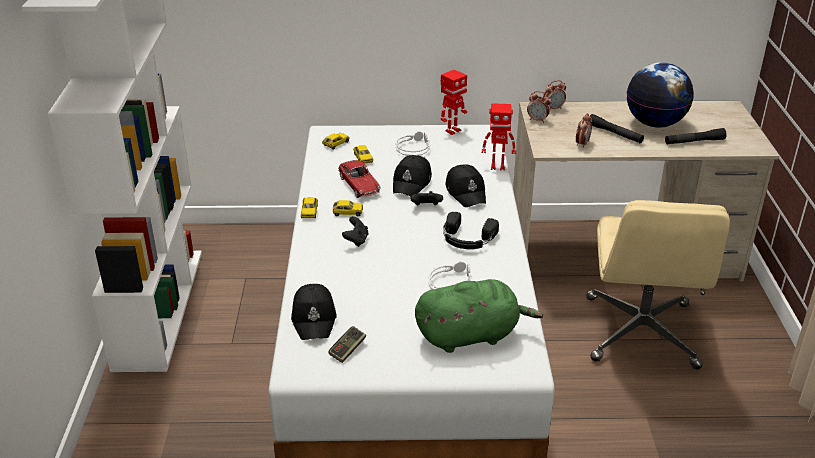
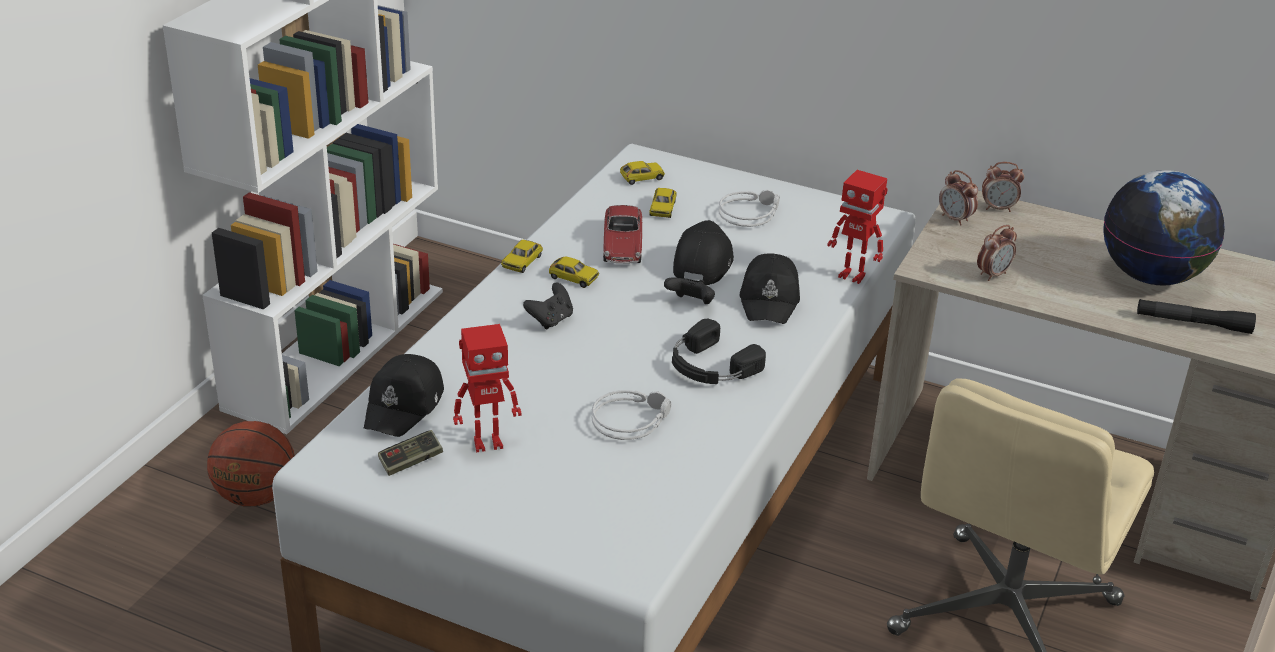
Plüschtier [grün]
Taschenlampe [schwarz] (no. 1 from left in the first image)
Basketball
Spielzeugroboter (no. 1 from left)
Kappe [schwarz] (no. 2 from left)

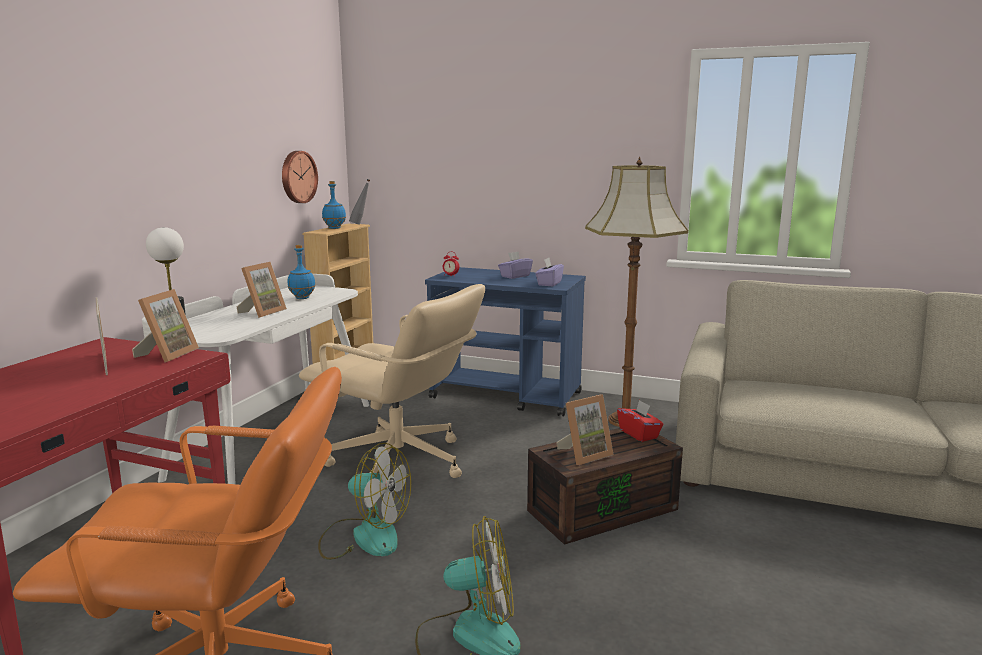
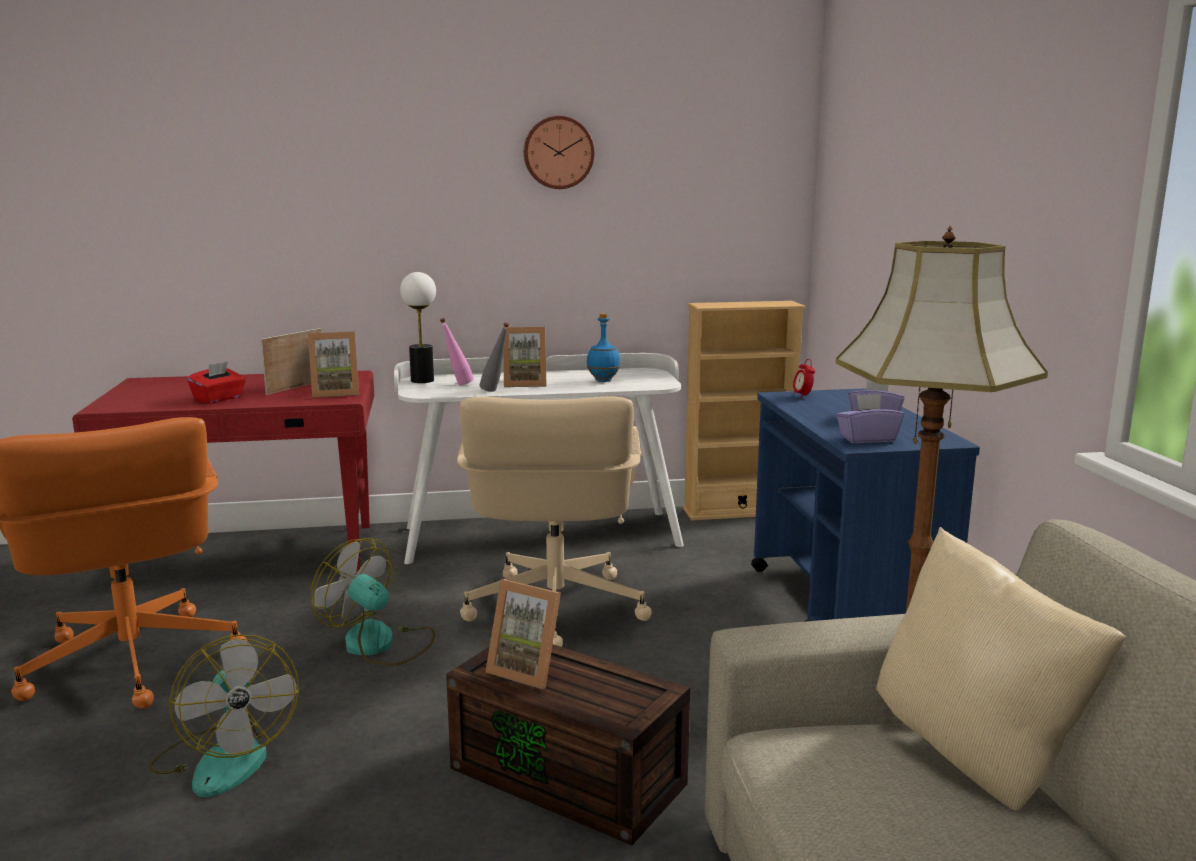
Flasche [blau] (no. 2 from left in the first image)
Flasche [rosa]
Kissen [beige]
Wanduhr
Flasche [grau]
Taschentuchbox [rot]
Ventilator (no. 2 from left)

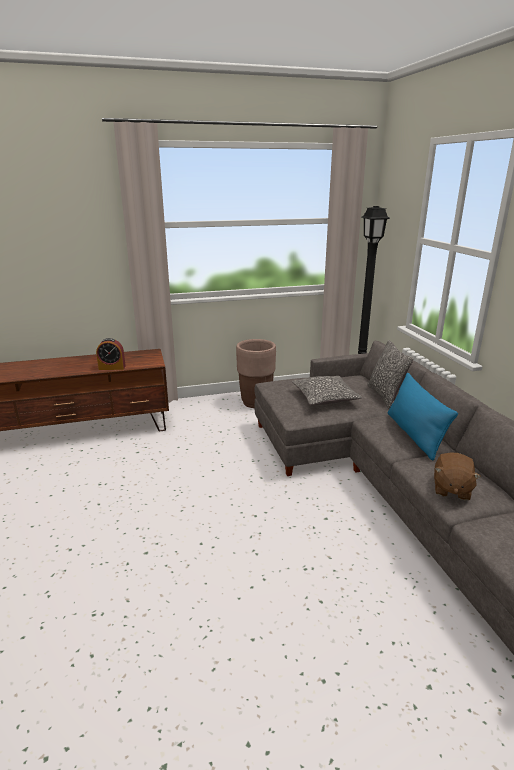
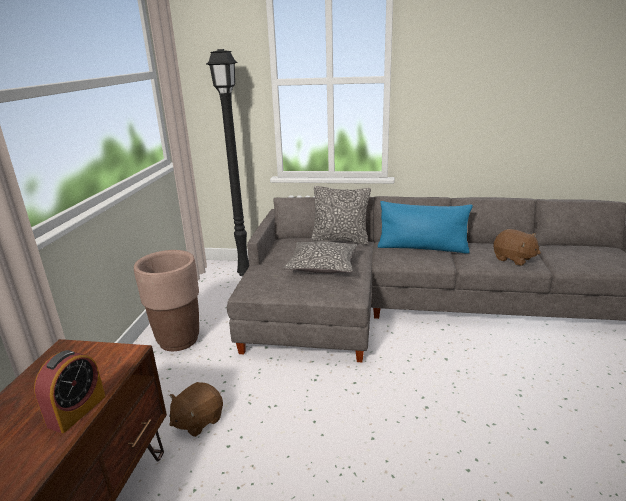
Plüschtier [braun] (no. 1 from left)

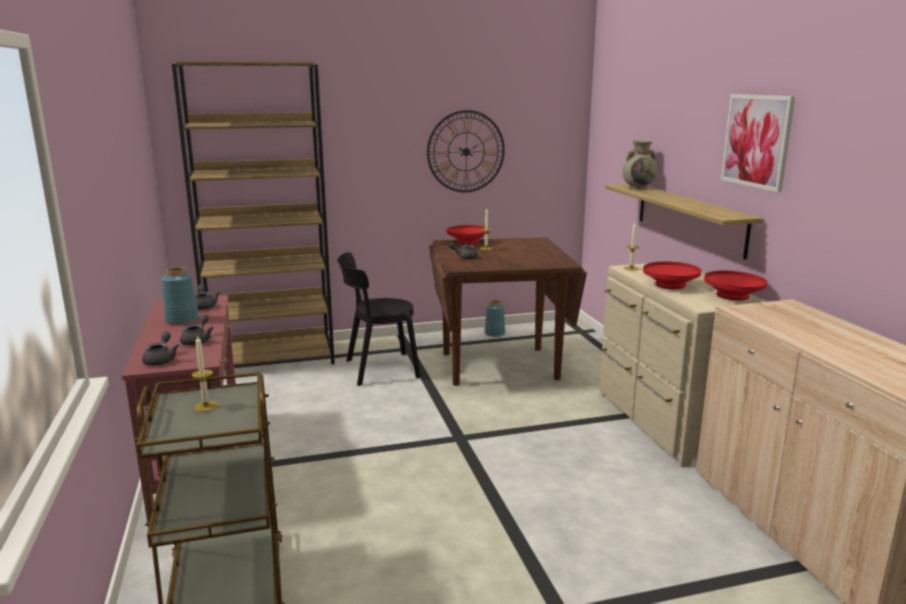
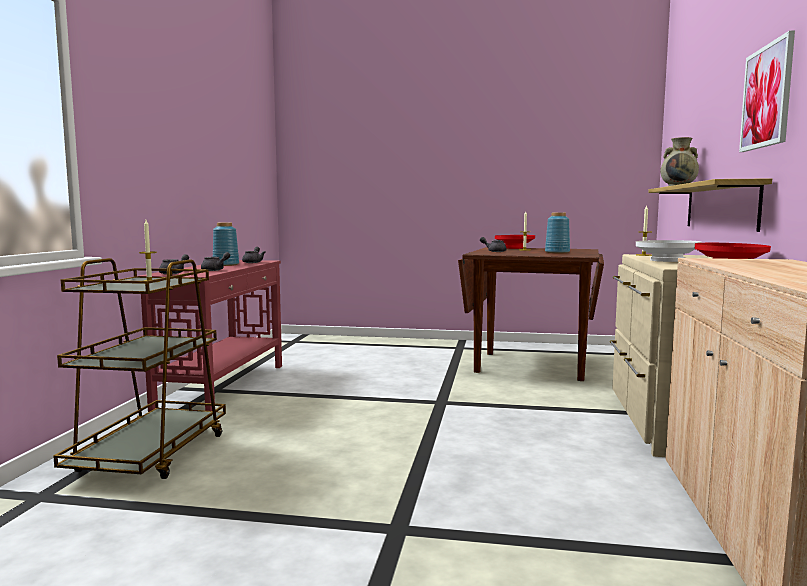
Bücherregal [braun]
Stuhl [schwarz]
Wanduhr
Vase [blau] (no. 2 from left)
Schüssel [weiß]

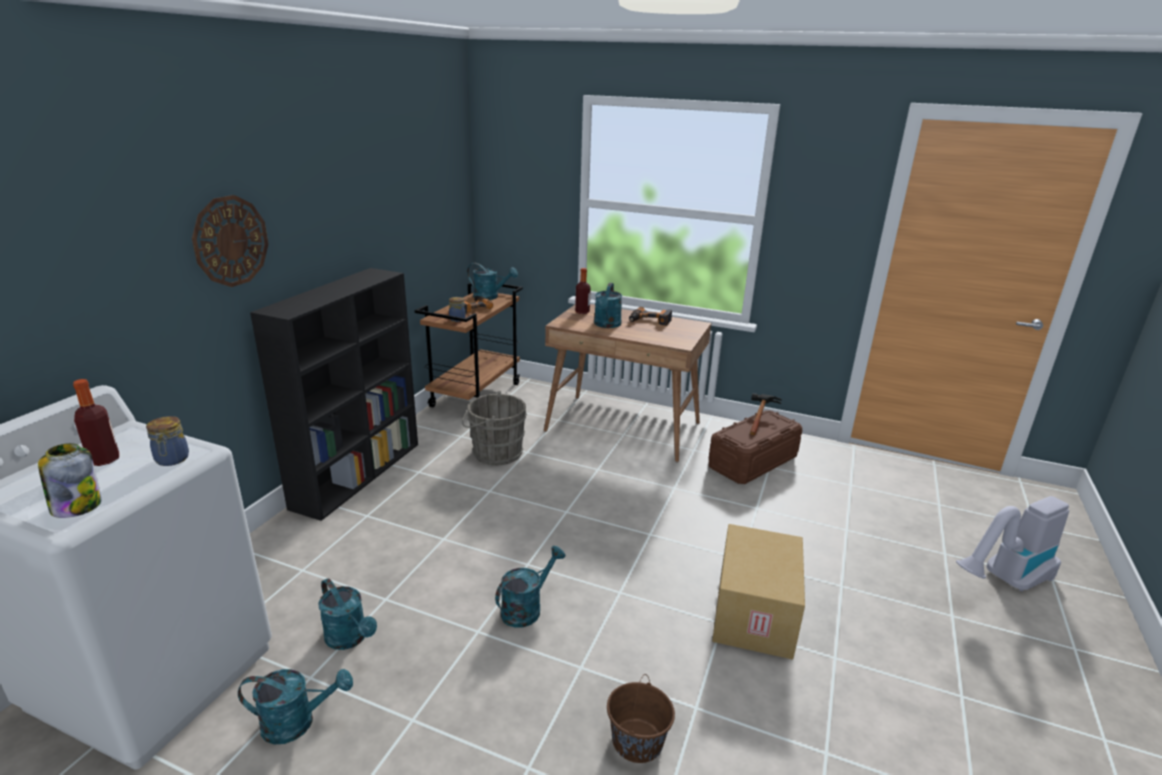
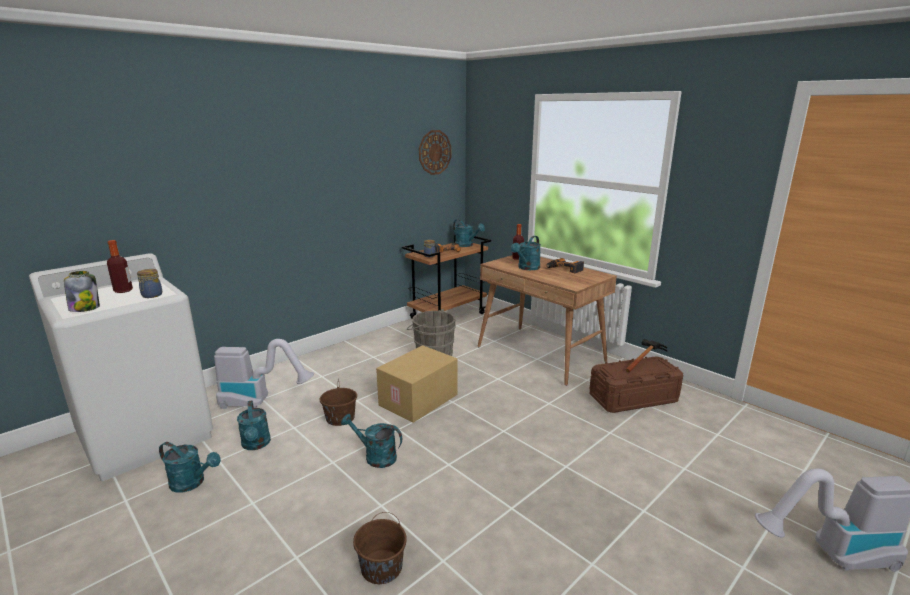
Bücherregal [schwarz]
Staubsauger (no. 1 from left)
Eimer [braun] (no. 1 from left)
Wanduhr
Karton
Gießkanne [türkis] (no. 3 from left)

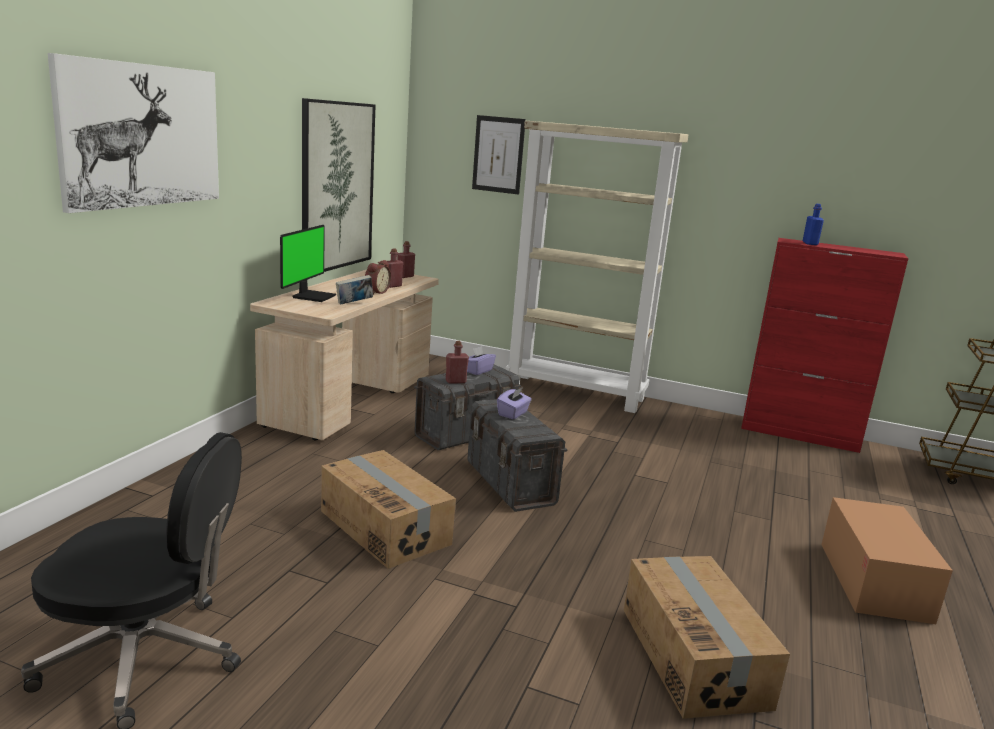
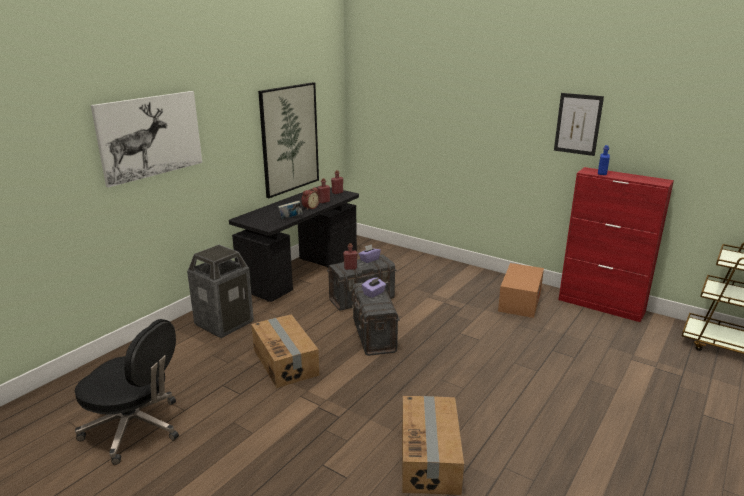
Monitor
Bücherregal [beige]
Mülleimer
Bild (no. 3 from left)
Karton (no. 3 from left)
Schreibtisch [schwarz]

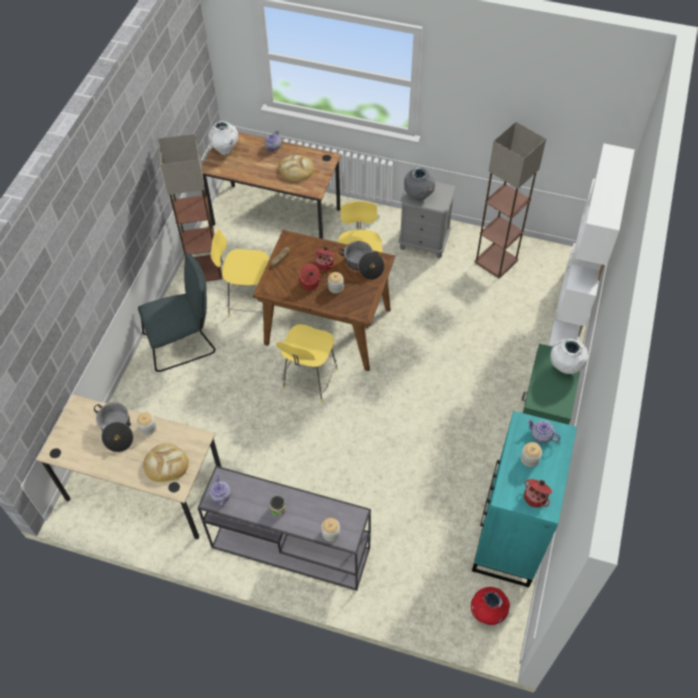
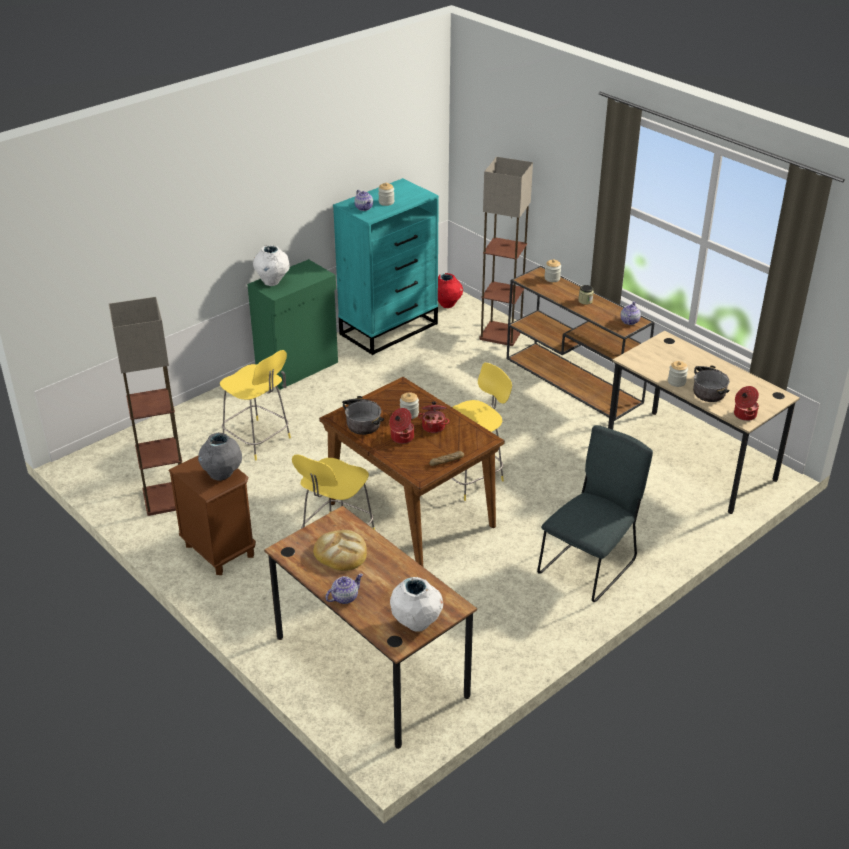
Brot (no. 1 from left in the first image)
Bücherregal [weiß]
Stehlampe (no. 2 from left)
Hocker [gelb] (no. 1 from left)
Kochtopf (no. 5 from left)
Konsolentisch [braun]
Nachttisch [braun]
Stuhl [grau]

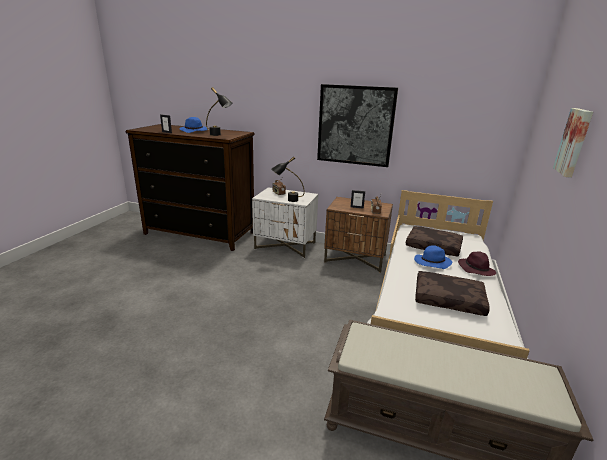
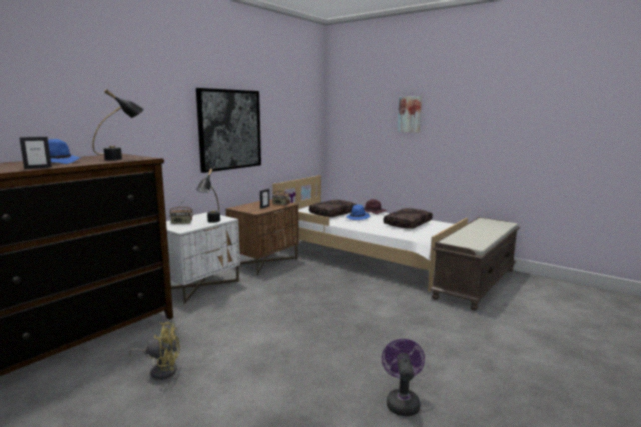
Ventilator [gelb]
Ventilator [lila]

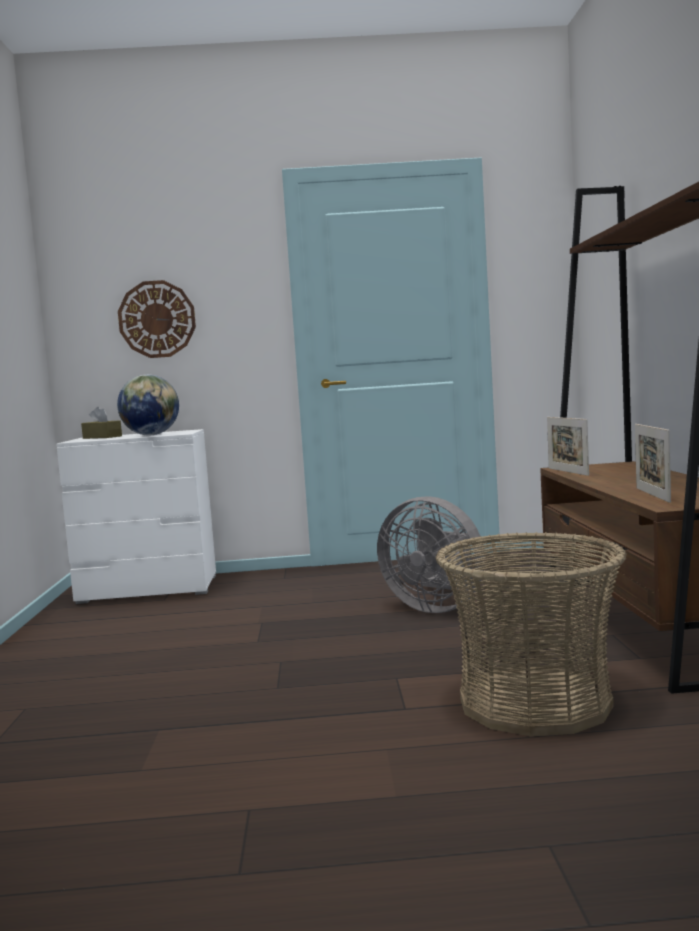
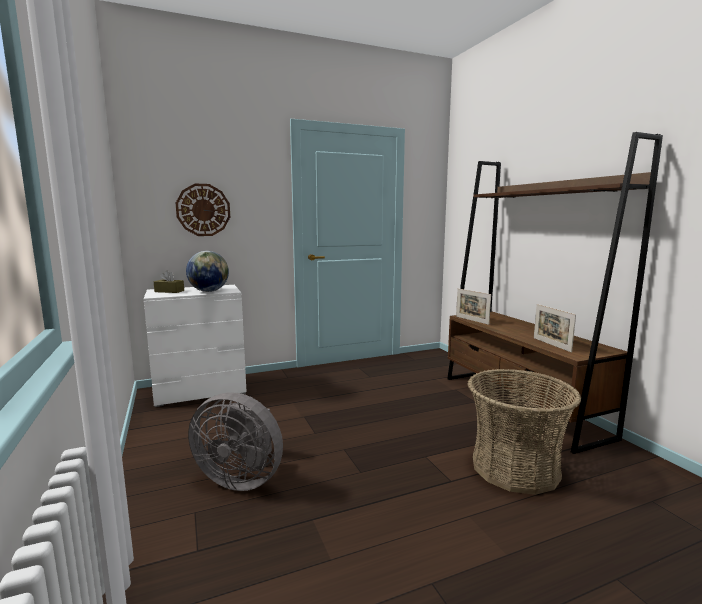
Ventilator [grau]

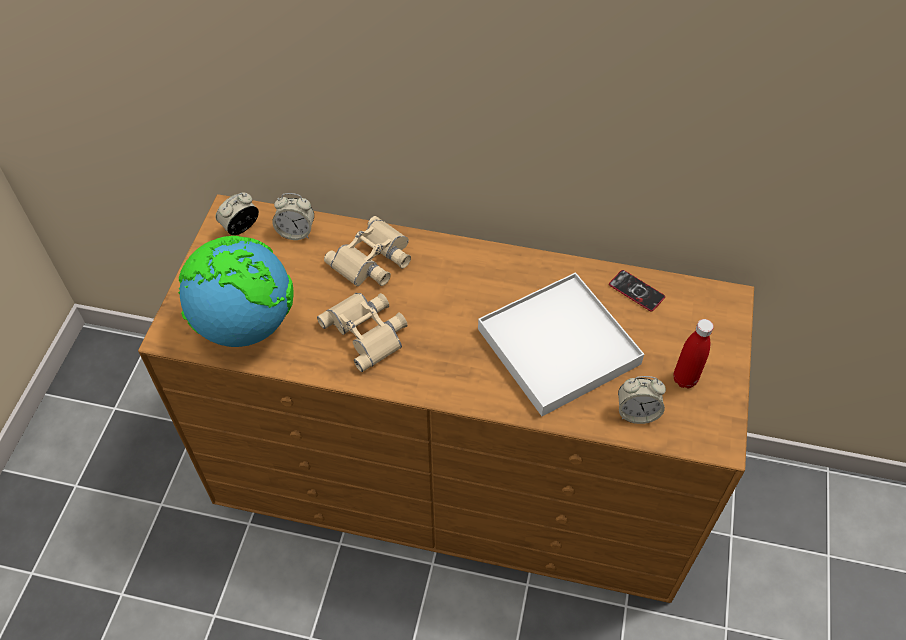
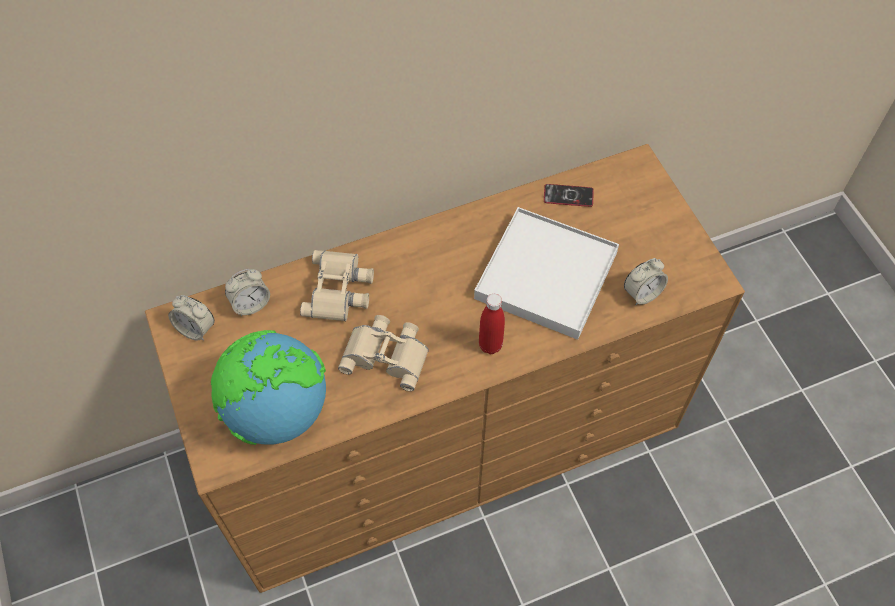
Flasche [rot]
Wecker (no. 1 from left)

